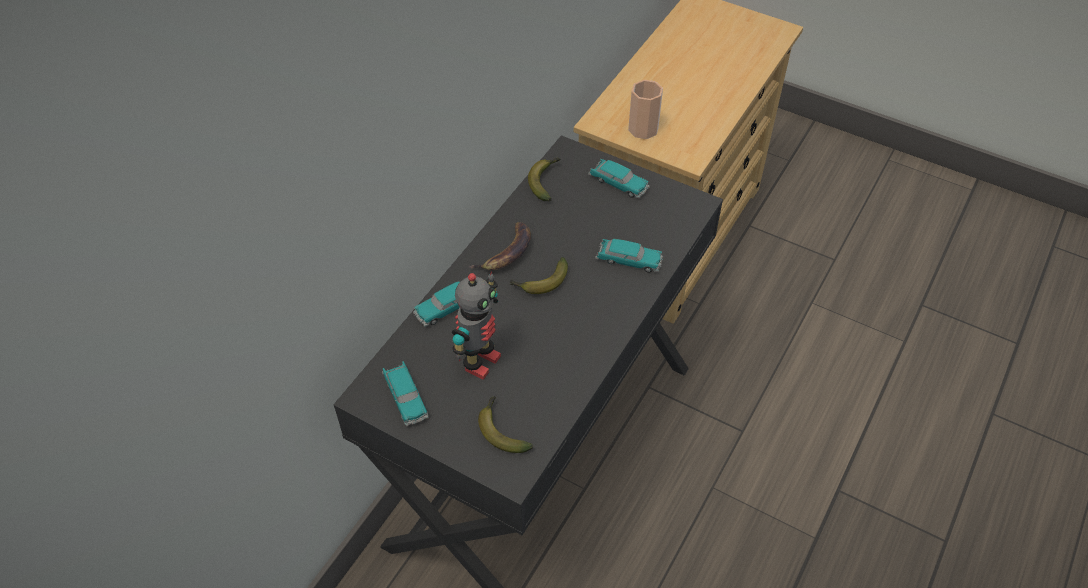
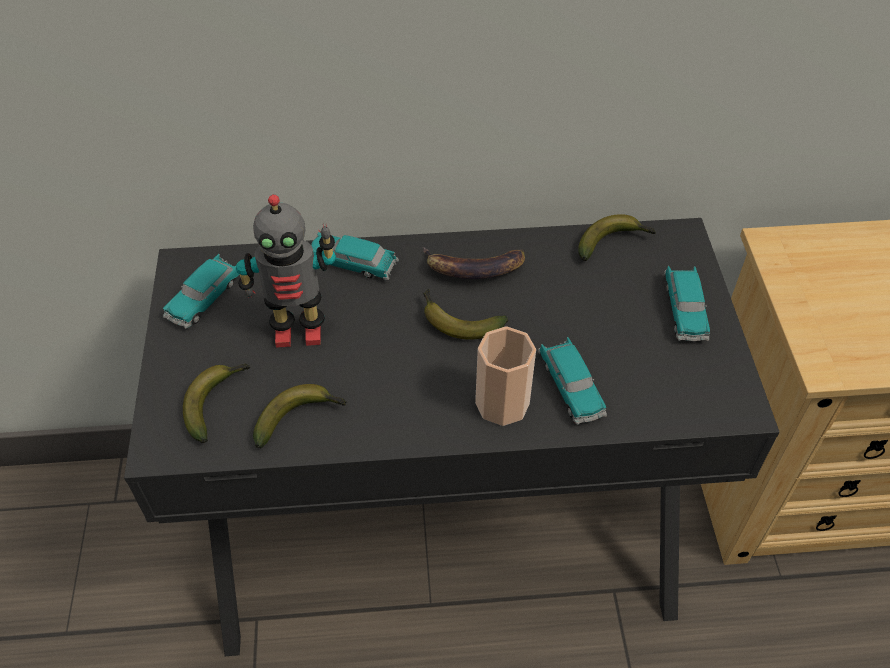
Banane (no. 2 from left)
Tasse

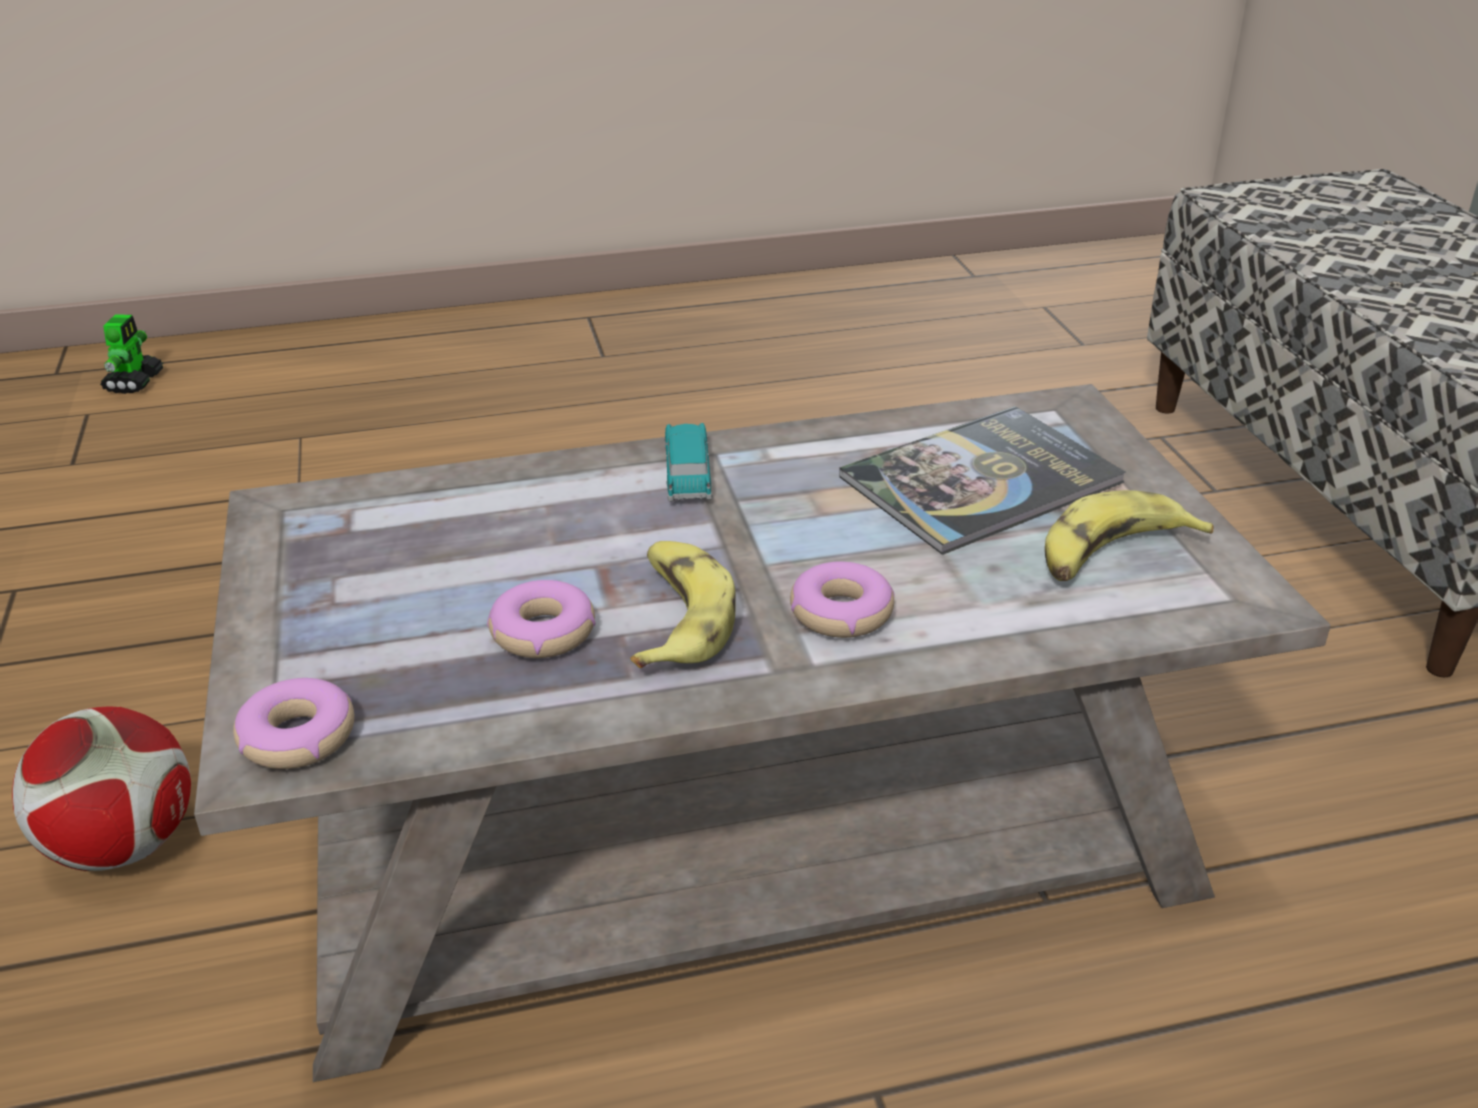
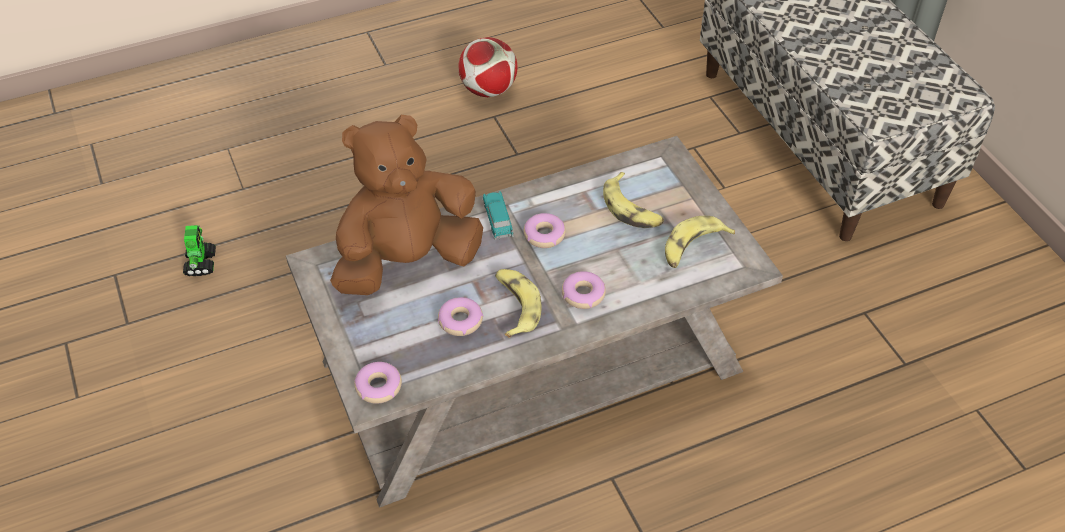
Plüschtier [braun]
Donut (no. 3 from left)
Fußball
Spielzeugroboter
Banane (no. 2 from left)

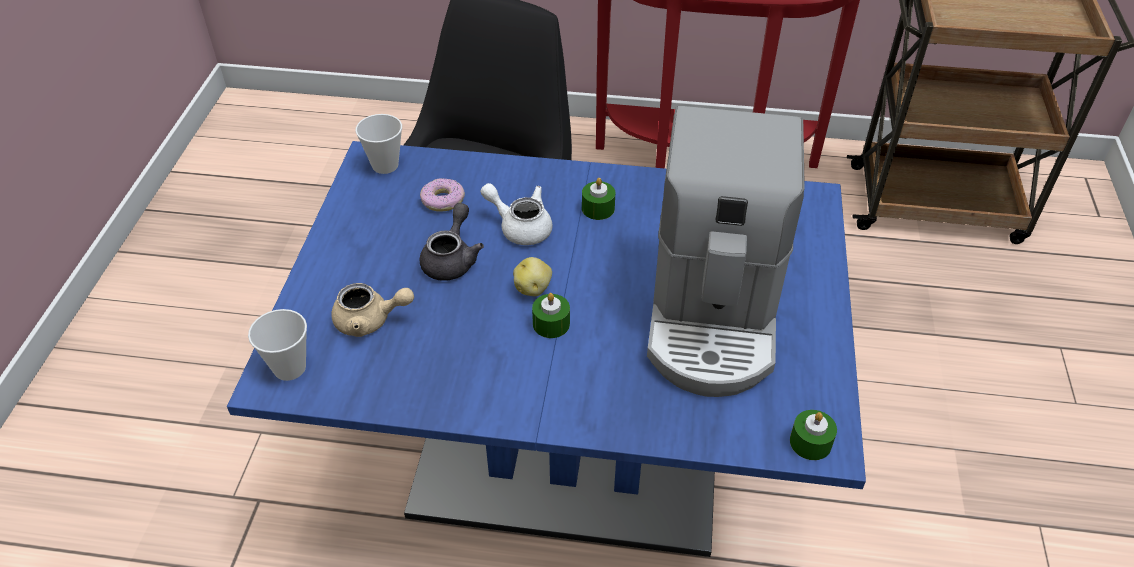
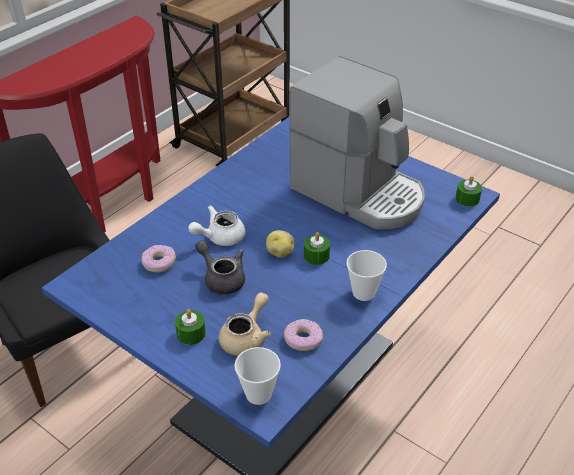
Donut (no. 2 from left)
Tasse (no. 2 from left)
Kerze [grün] (no. 1 from left)

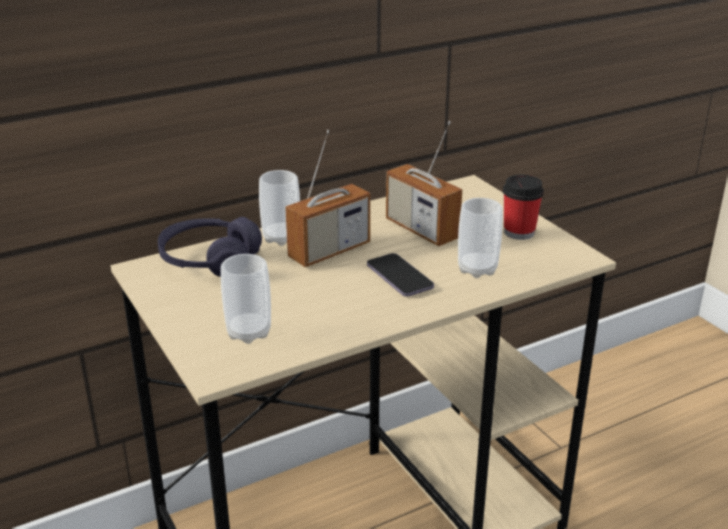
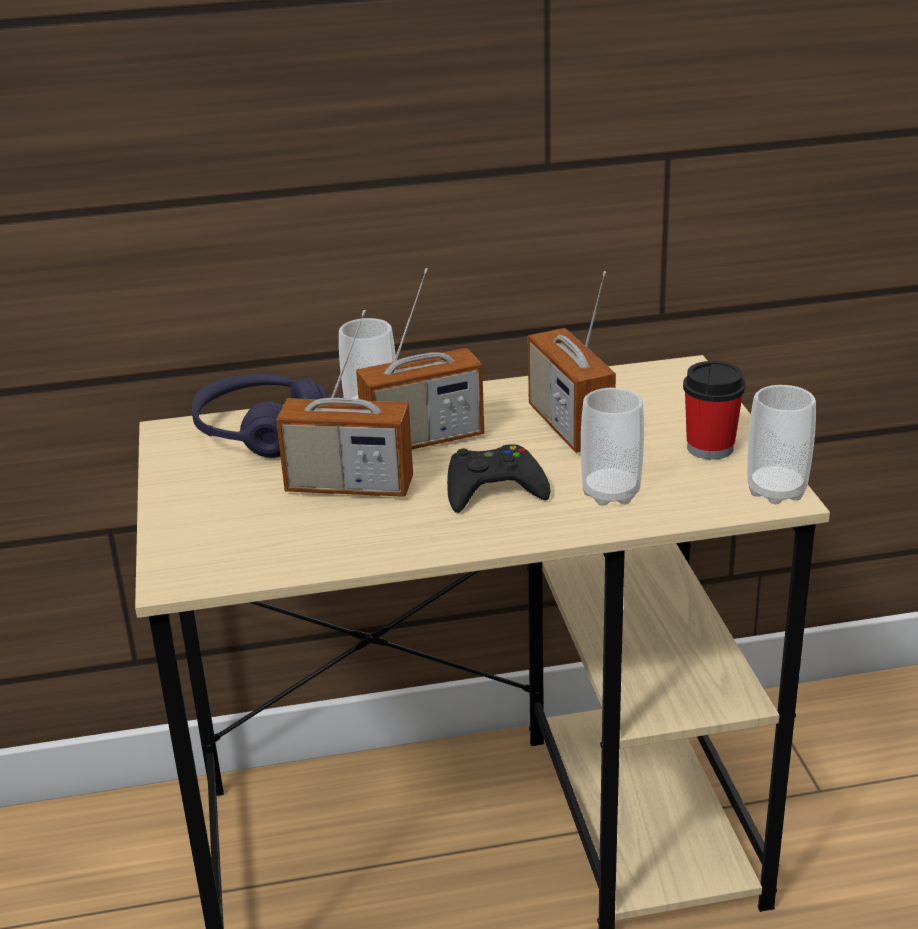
Radio (no. 1 from left)
Tasse (no. 4 from left)
Gamepad [schwarz]

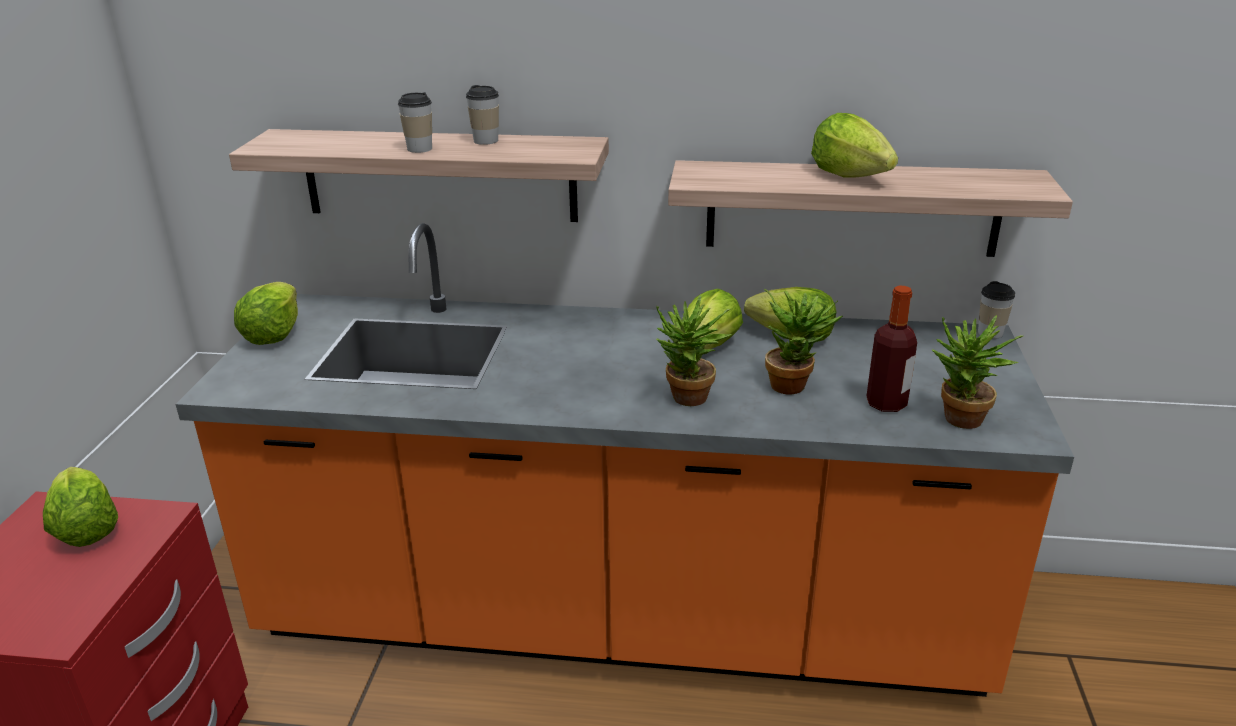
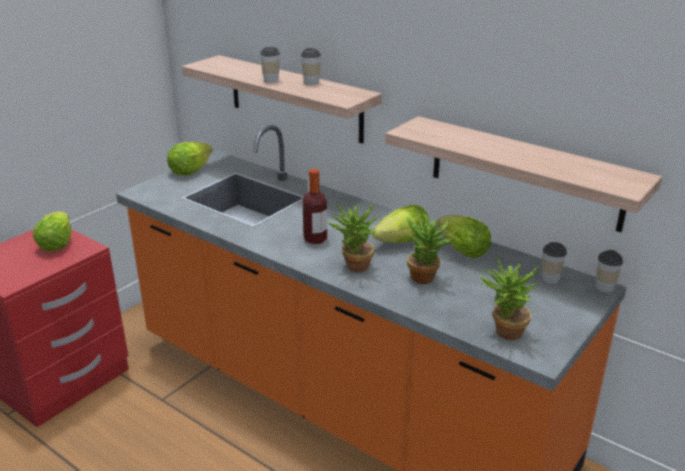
Salatkopf (no. 5 from left in the first image)
Tasse (no. 3 from left)
Flasche

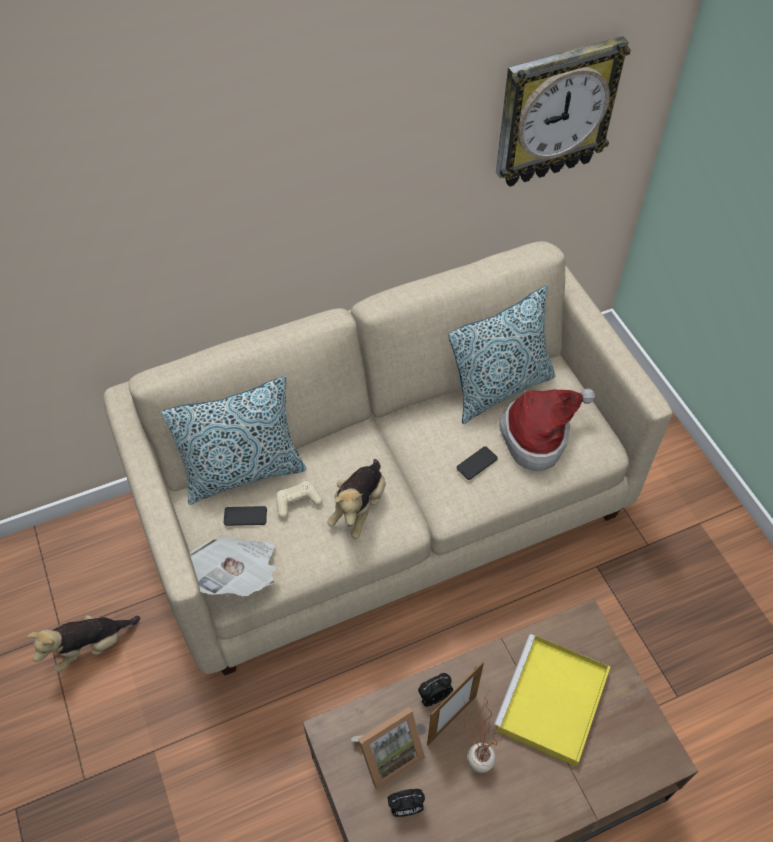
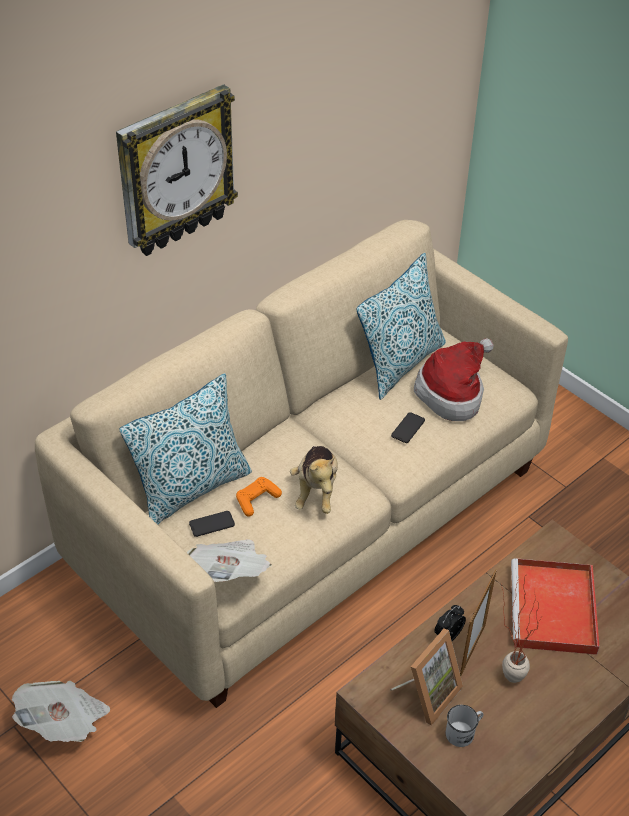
Wanduhr
Zeitung (no. 1 from left)
Henkelbecher [weiß]
Gamepad [orange]
Tablett [rot]

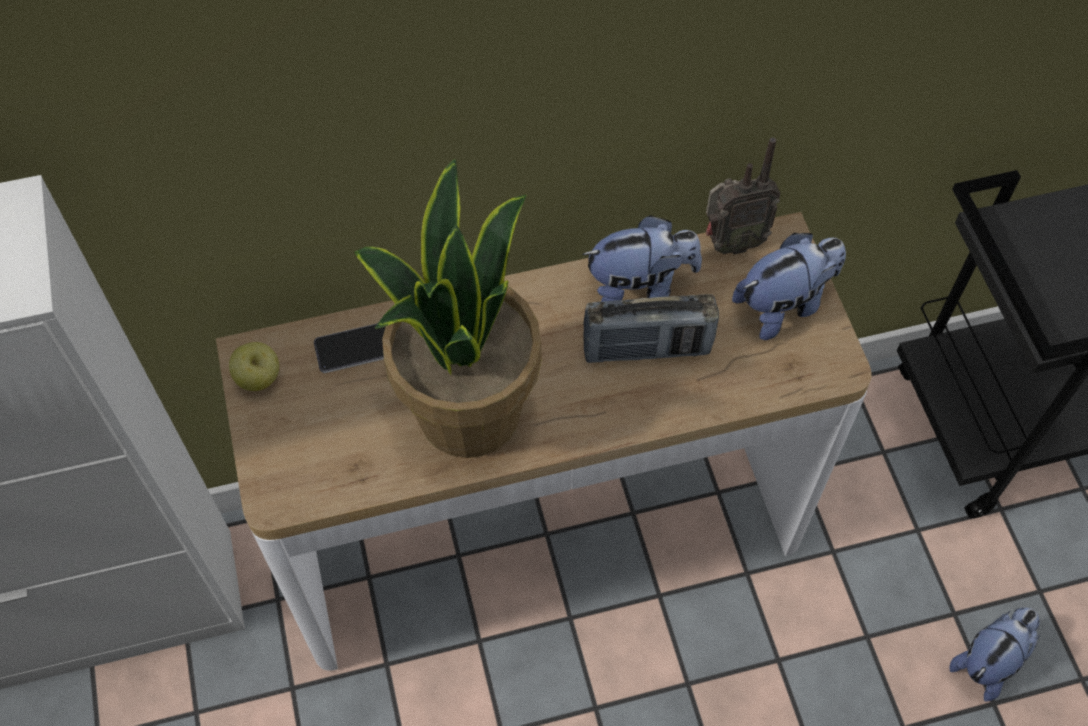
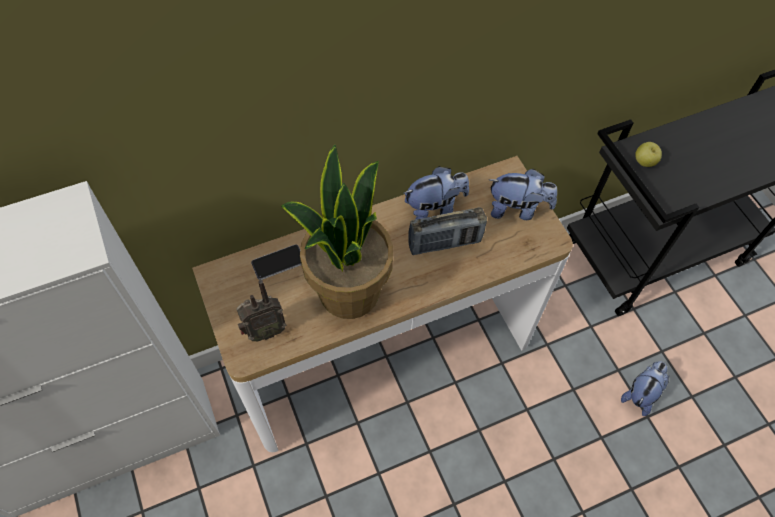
Apfel
Radio (no. 1 from left)
Plüschtier (no. 2 from left)

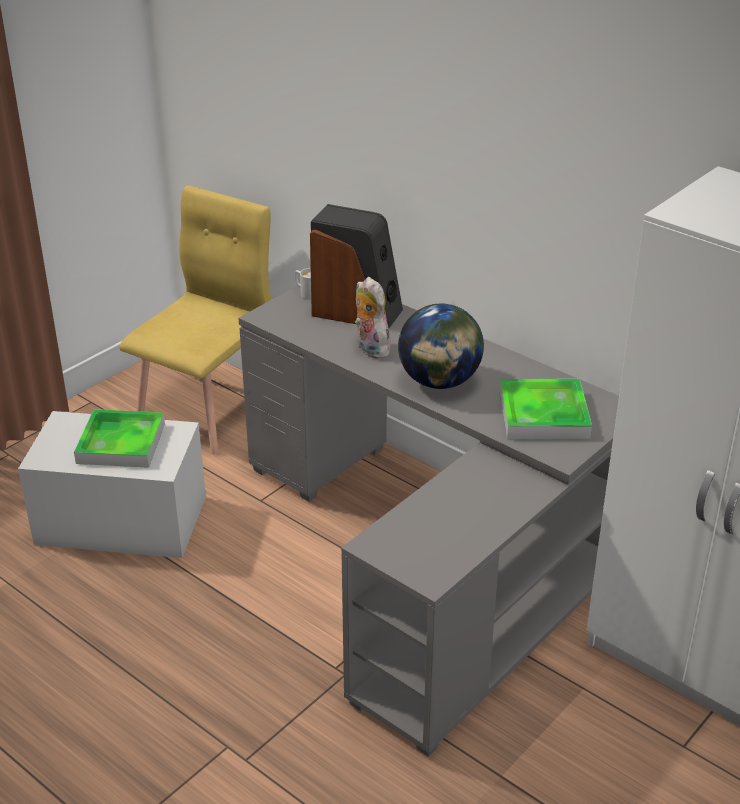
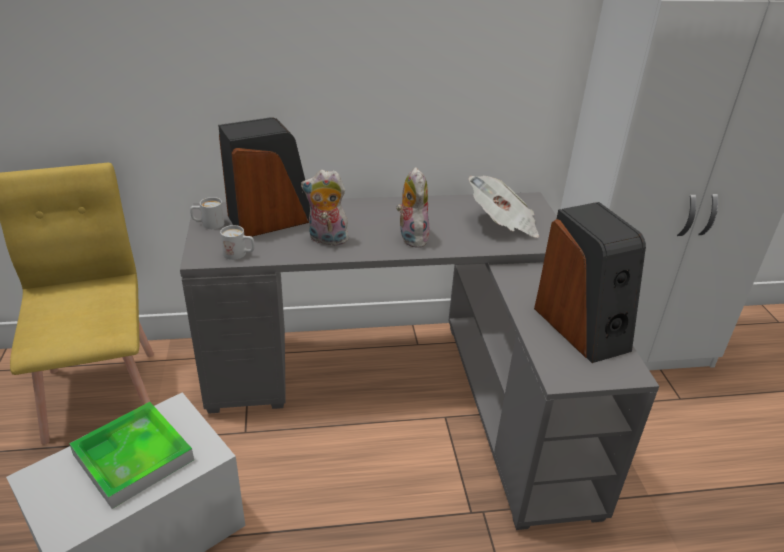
Henkelbecher [weiß] (no. 2 from left)
Lautsprecher (no. 2 from left)
Plüschtier (no. 2 from left)
Zeitung

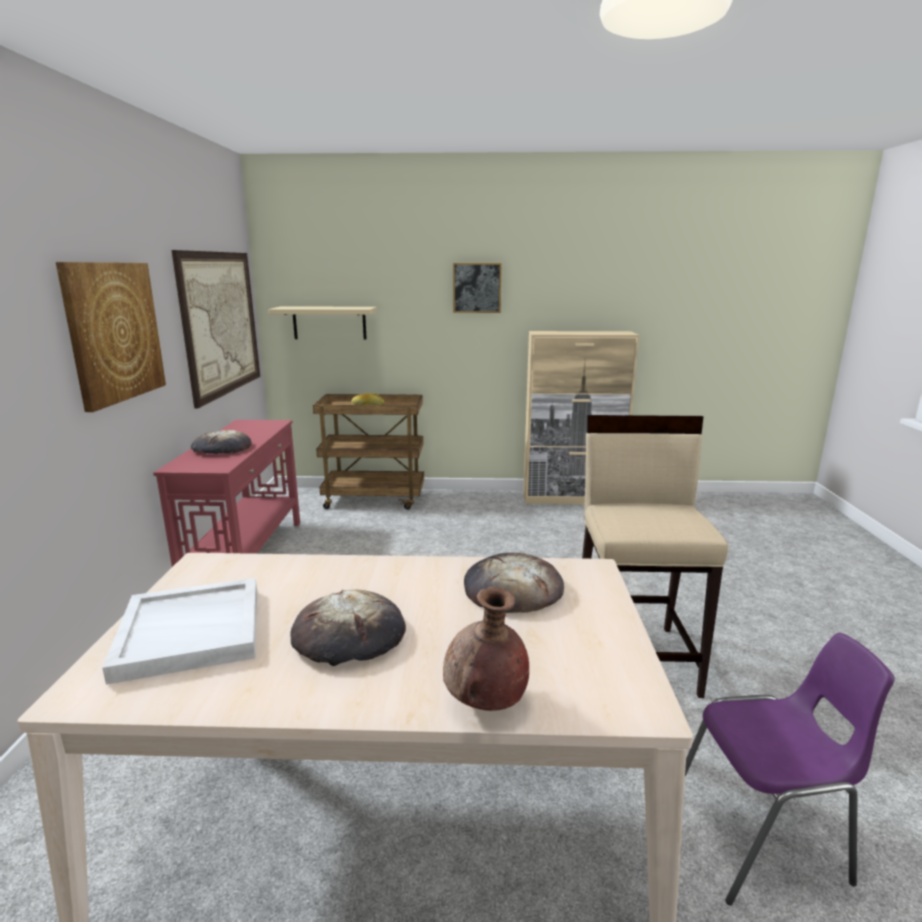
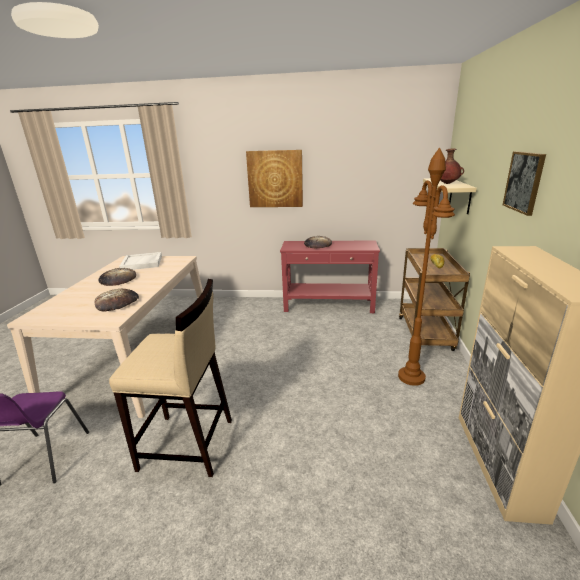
Bild (no. 2 from left in the first image)
Stehlampe [braun]
Vase [braun]

